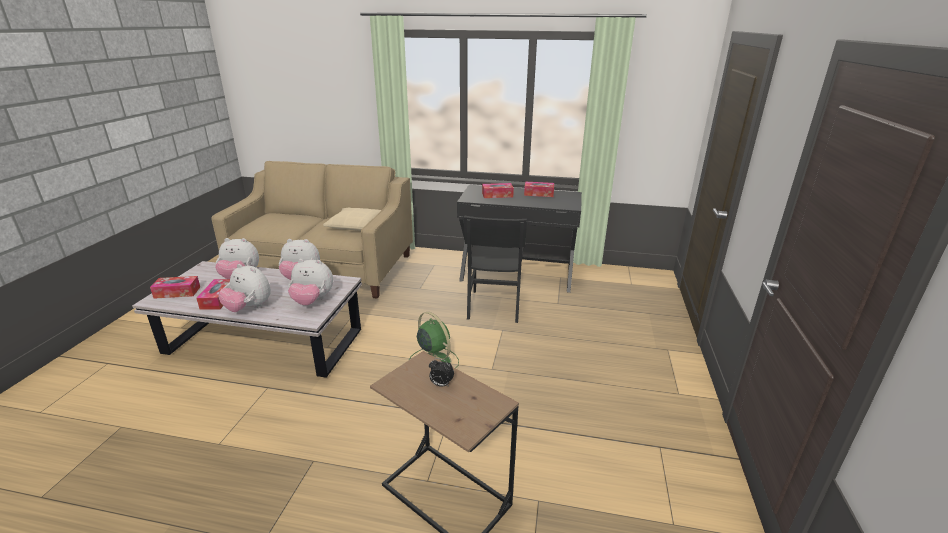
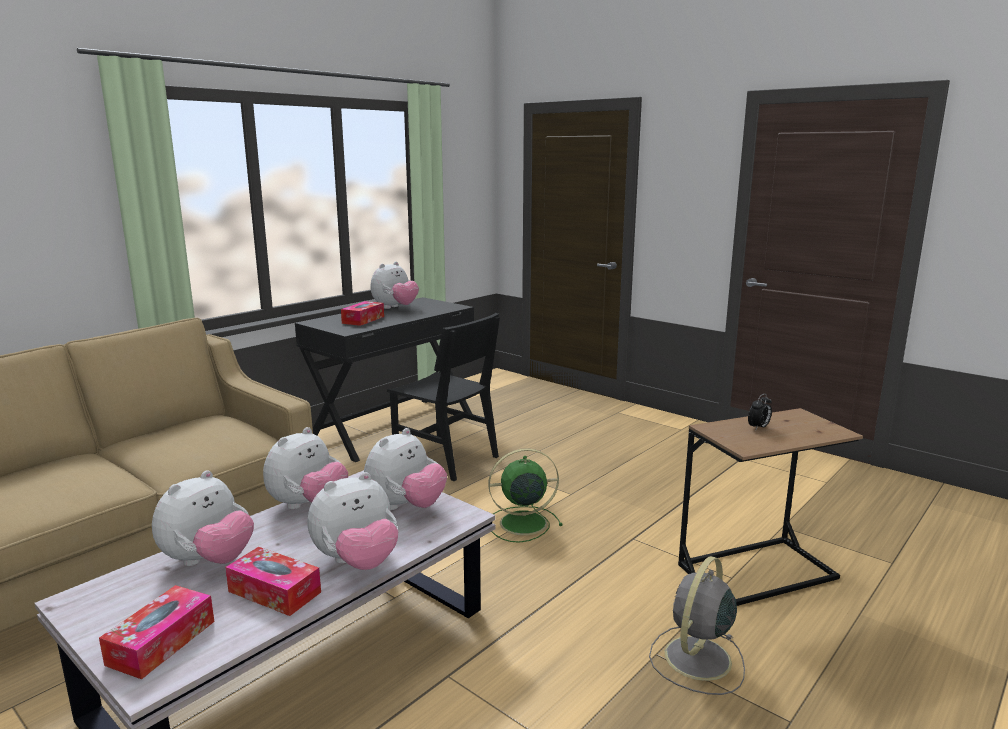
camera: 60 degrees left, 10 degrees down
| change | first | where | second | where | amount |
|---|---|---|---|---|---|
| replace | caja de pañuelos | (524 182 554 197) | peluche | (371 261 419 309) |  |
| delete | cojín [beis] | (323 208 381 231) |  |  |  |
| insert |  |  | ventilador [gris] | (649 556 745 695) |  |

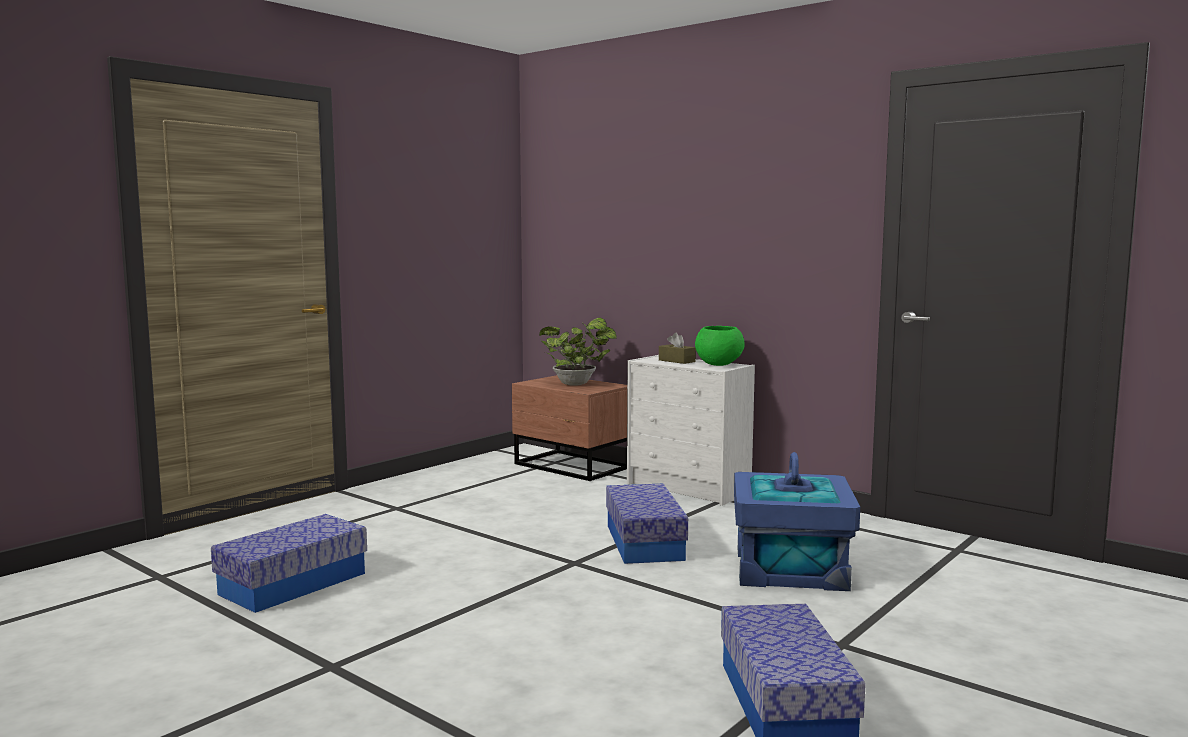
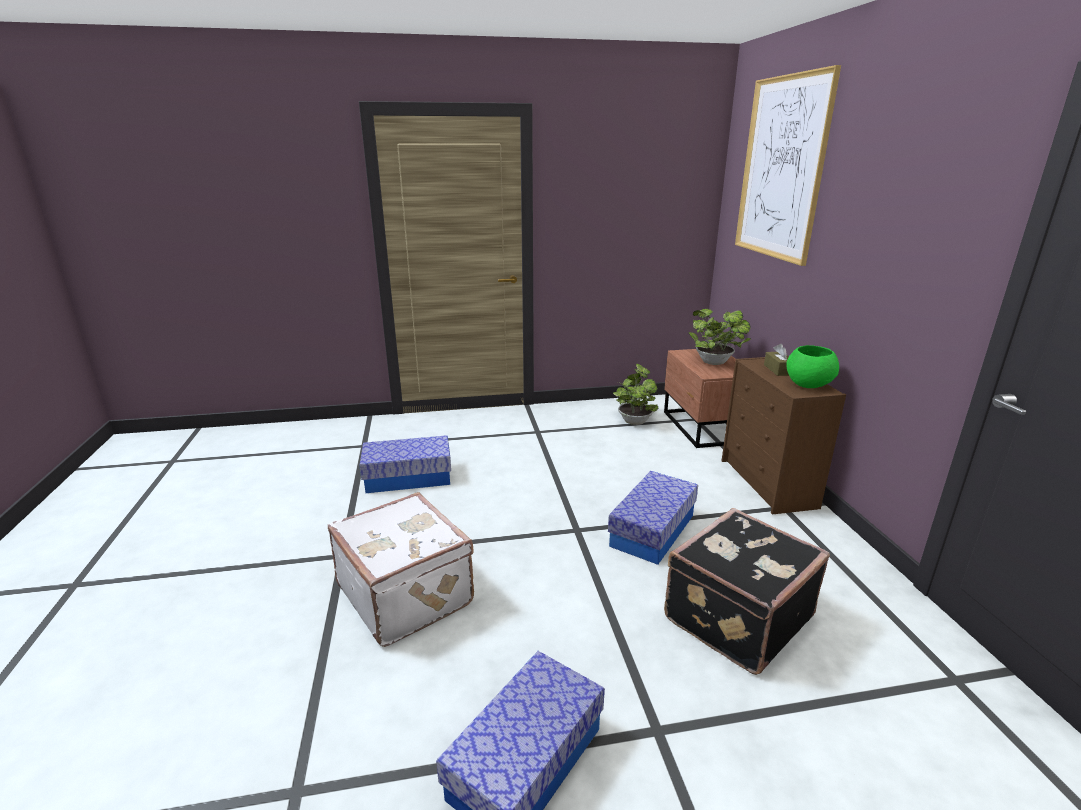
camera: 40 degrees right, 15 degrees up
| change | first | where | second | where | amount |
|---|---|---|---|---|---|
| recolor | cómoda [blanco] | (627 355 755 506) | cómoda [marrón] | (722 357 846 514) |  |
| replace | caja de almacenaje [azul] | (734 452 860 591) | maleta [negro] | (664 508 830 675) |  |
| insert |  |  | cuadro | (735 65 841 266) |  |
| insert |  |  | planta en maceta | (613 364 658 425) |  |
| insert |  |  | maleta [blanco] | (328 492 474 647) |  |

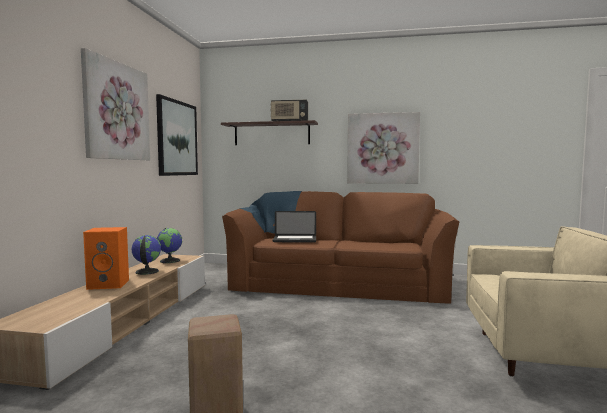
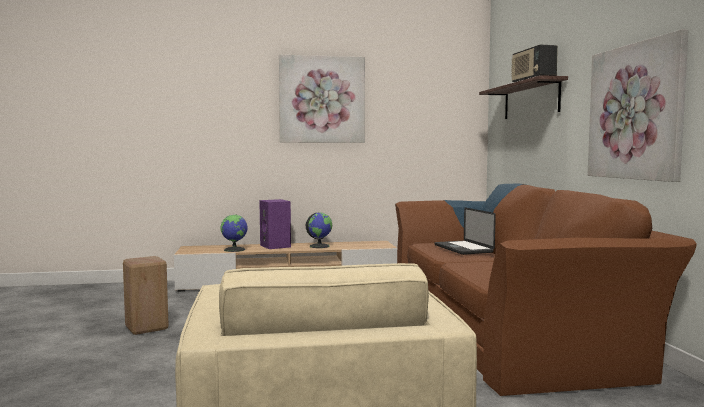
camera: 70 degrees right, 0 degrees up
| change | first | where | second | where | amount |
|---|---|---|---|---|---|
| delete | cuadro | (156 94 198 176) |  |  |  |
| recolor | altavoz [naranja] | (83 227 129 290) | altavoz [morado] | (259 199 291 249) |  |
| move | globo terráqueo | (157 228 182 263) |  | (220 214 248 252) |  |

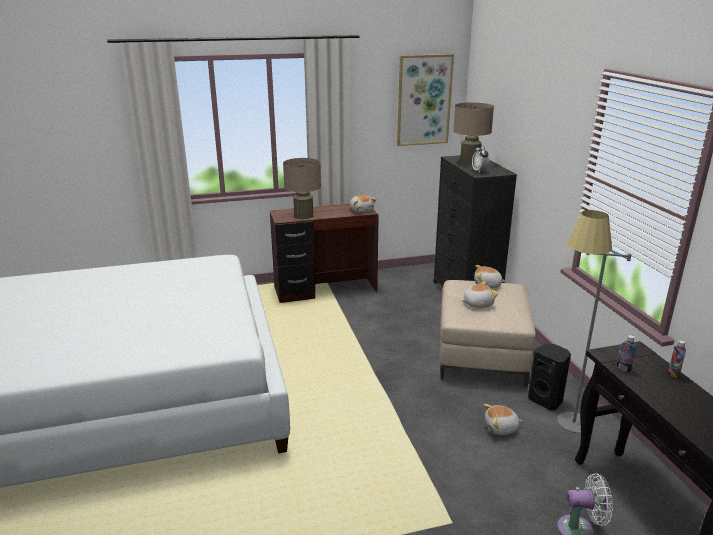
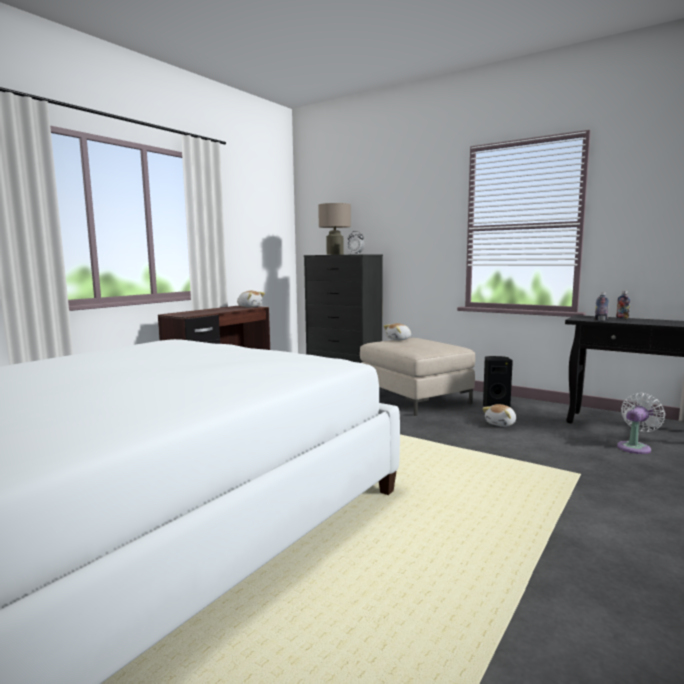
camera: 40 degrees left, 15 degrees down
| change | first | where | second | where | amount |
|---|---|---|---|---|---|
| delete | cuadro | (397 54 454 146) |  |  |  |
| delete | lámpara de mesa [beis] | (283 158 321 219) |  |  |  |
| delete | lámpara de pie [gris] | (557 210 632 433) |  |  |  |
| delete | peluche | (461 281 498 308) |  |  |  |

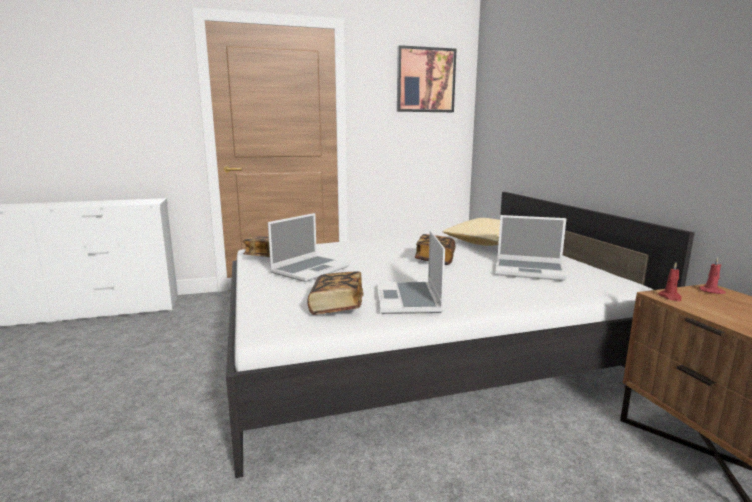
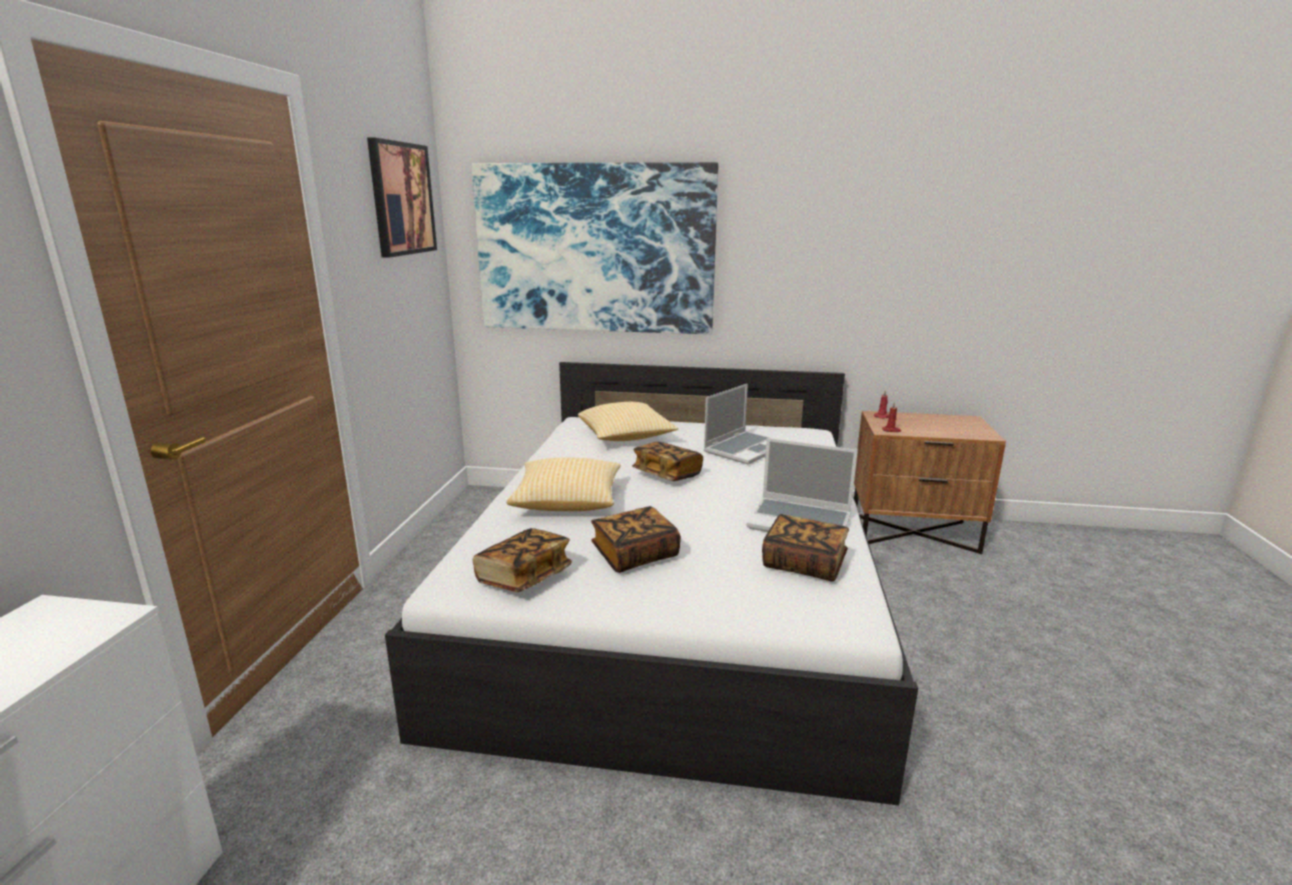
camera: 65 degrees left, 5 degrees up
| change | first | where | second | where | amount |
|---|---|---|---|---|---|
| replace | portátil | (268 213 349 282) | libro | (591 506 681 573) |  |
| insert |  |  | cuadro | (472 162 718 334) |  |
| insert |  |  | cojín | (507 457 621 511) |  |

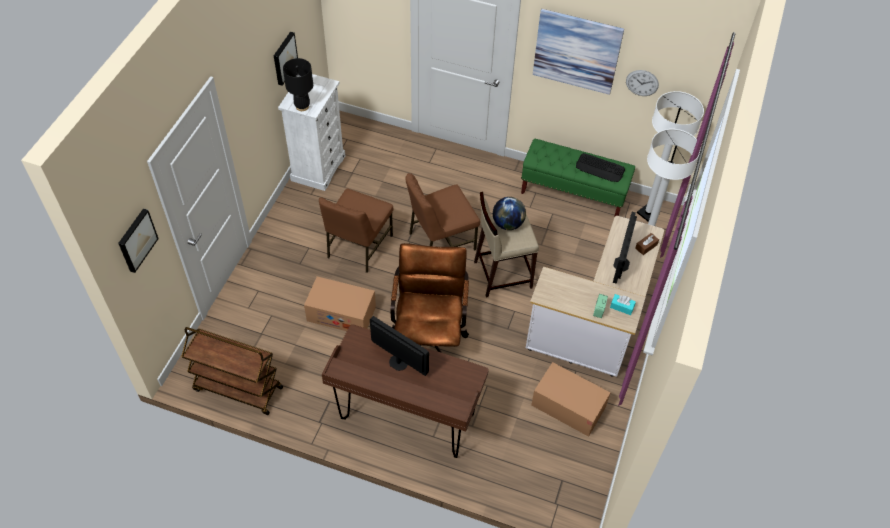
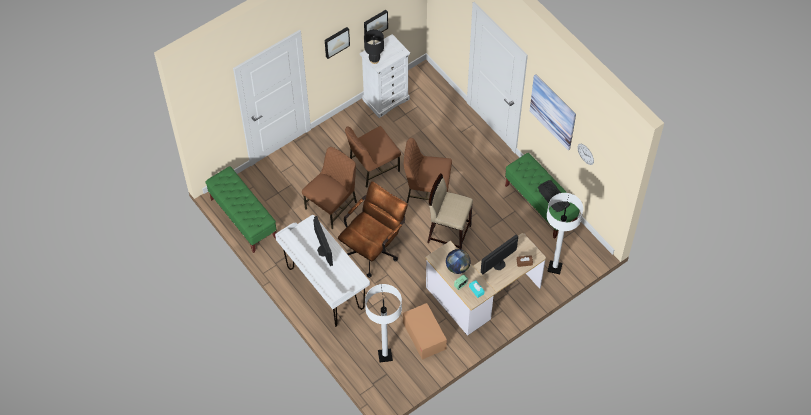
camera: 35 degrees right, 5 degrees up
| change | first | where | second | where | amount |
|---|---|---|---|---|---|
| move | lámpara de pie [blanco] | (637 91 704 222) |  | (365 284 402 362) |  |
| move | globo terráqueo | (493 197 526 230) |  | (446 249 470 274) |  |
| move | cuadro | (118 208 159 273) |  | (325 27 350 59) |  |
| replace | caja de cartón | (304 277 376 331) | silla [marrón] | (302 147 357 229) |  |
| recolor | escritorio [marrón] | (322 324 489 458) | escritorio [blanco] | (275 215 370 327) |  |
| replace | carrito [marrón] | (181 327 283 415) | banco [verde] | (205 166 277 253) |  |

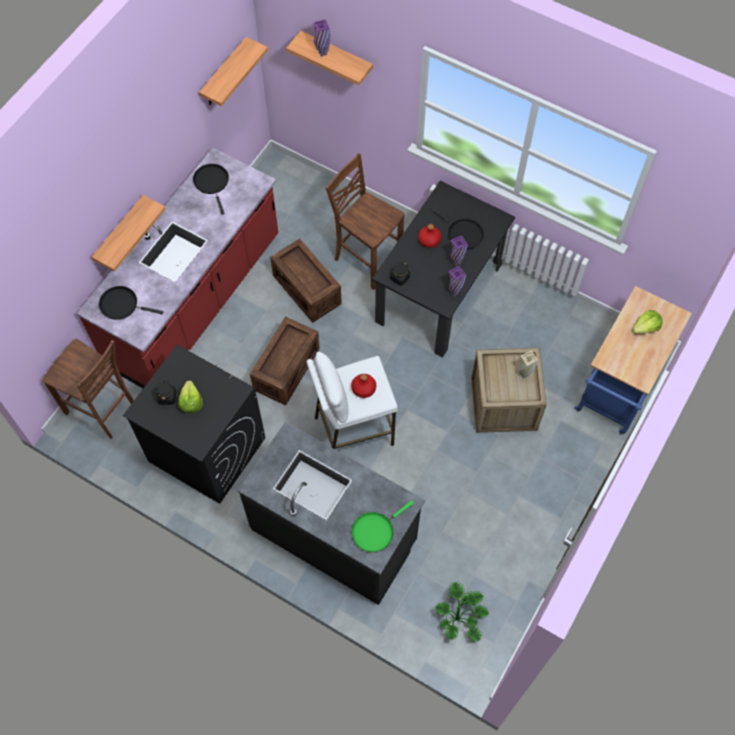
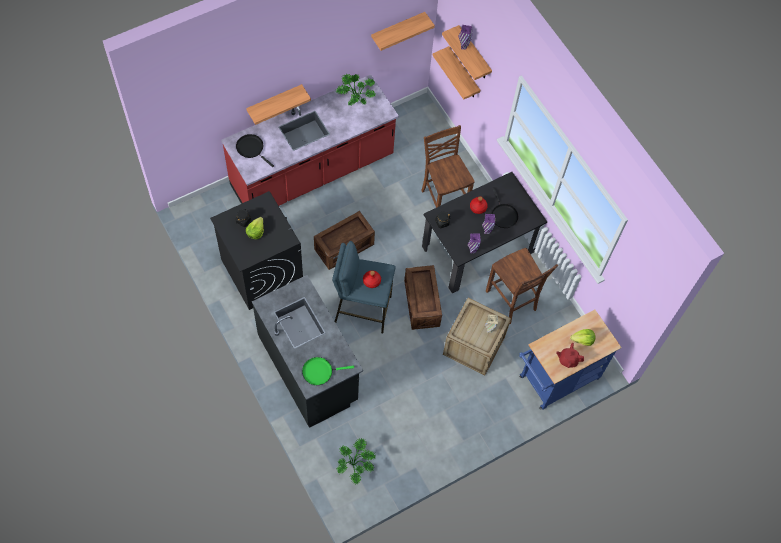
camera: 25 degrees right, 0 degrees up
| change | first | where | second | where | amount |
|---|---|---|---|---|---|
| replace | sartén [negro] | (193 164 229 214) | planta en maceta | (336 74 376 106) |  |
| move | caja de embalaje | (270 238 342 323) |  | (404 265 442 330) |  |
| move | silla [marrón] | (42 339 134 439) |  | (486 248 558 324) |  |
| recolor | taburete [blanco] | (306 352 398 449) | taburete [azul] | (332 241 396 333) |  |
| insert |  |  | estante | (433 46 480 100) |  |
| insert |  |  | tetera [rojo] | (556 343 584 368) |  |

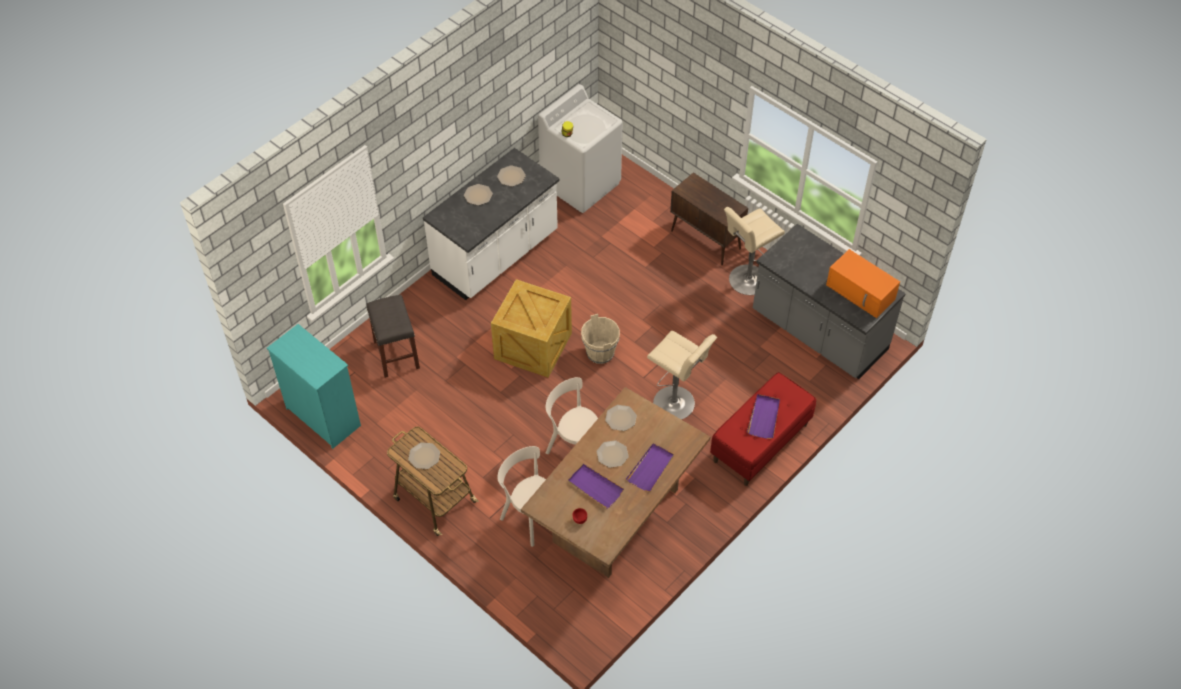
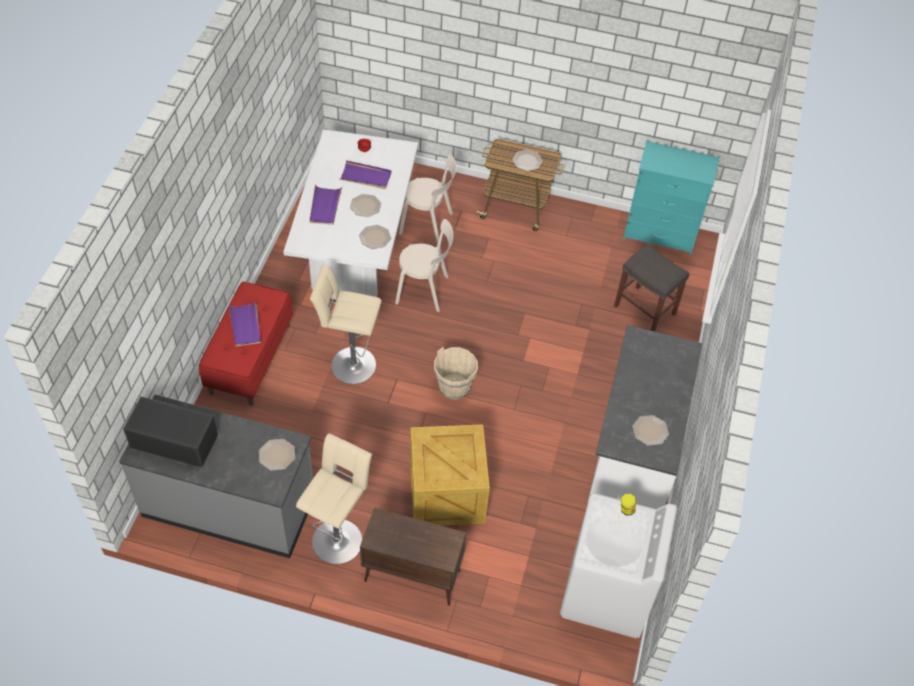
camera: 150 degrees right, 0 degrees up
| change | first | where | second | where | amount |
|---|---|---|---|---|---|
| move | plato | (464 184 493 205) |  | (259 439 295 471) |  |
| recolor | microondas [naranja] | (826 249 900 318) | microondas [negro] | (123 396 218 467) |  |
| move | caja de embalaje | (491 279 572 378) |  | (410 424 490 526) |  |
| recolor | mesa de comedor [marrón] | (521 387 710 578) | mesa de comedor [blanco] | (283 129 418 297) |  |

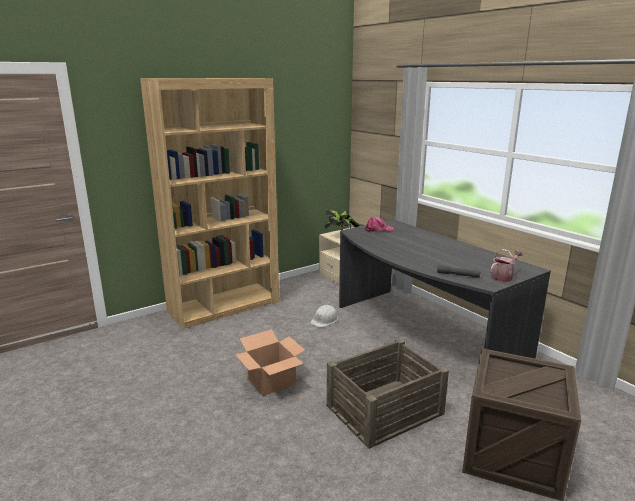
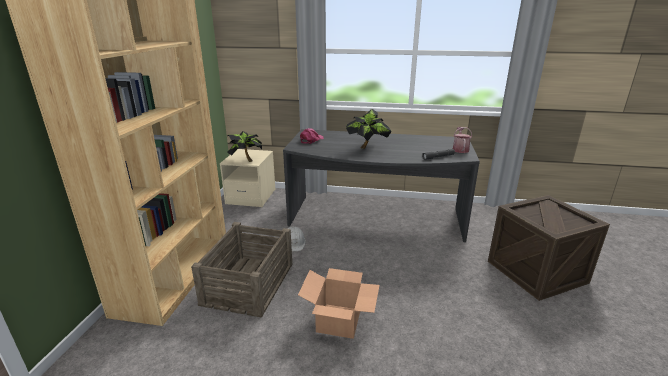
camera: 45 degrees left, 5 degrees up
| change | first | where | second | where | amount |
|---|---|---|---|---|---|
| move | caja de embalaje | (326 338 449 449) |  | (191 222 292 318) |  |
| insert |  |  | planta en maceta | (346 109 392 149) |  |

